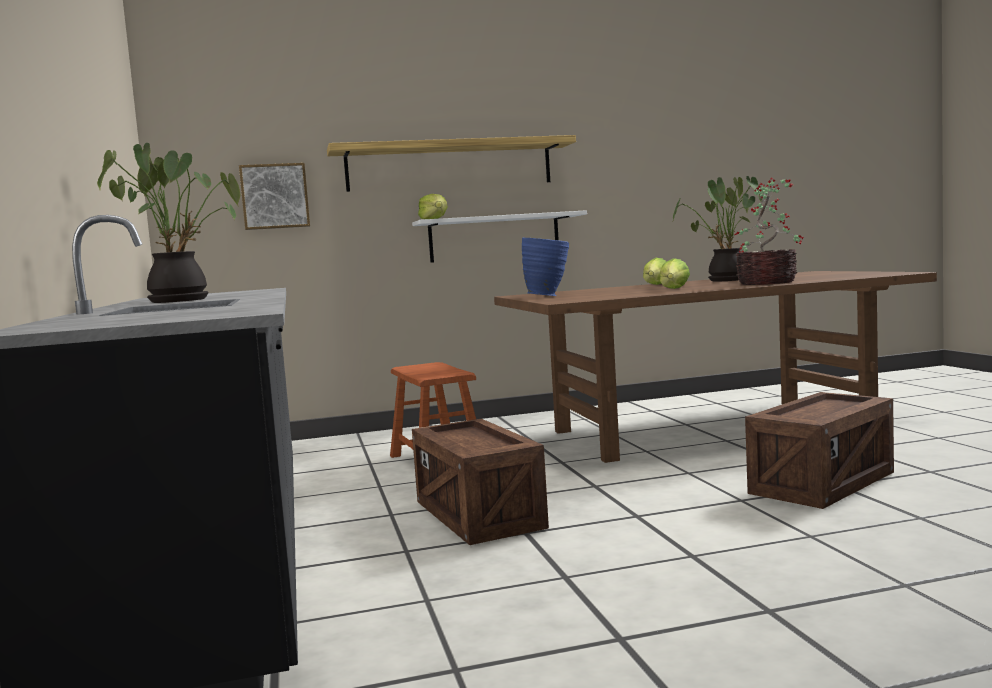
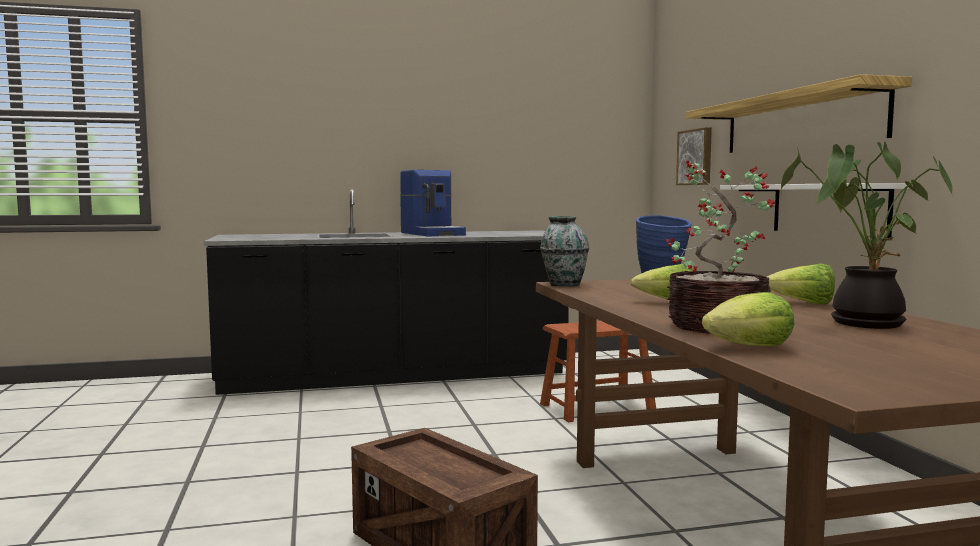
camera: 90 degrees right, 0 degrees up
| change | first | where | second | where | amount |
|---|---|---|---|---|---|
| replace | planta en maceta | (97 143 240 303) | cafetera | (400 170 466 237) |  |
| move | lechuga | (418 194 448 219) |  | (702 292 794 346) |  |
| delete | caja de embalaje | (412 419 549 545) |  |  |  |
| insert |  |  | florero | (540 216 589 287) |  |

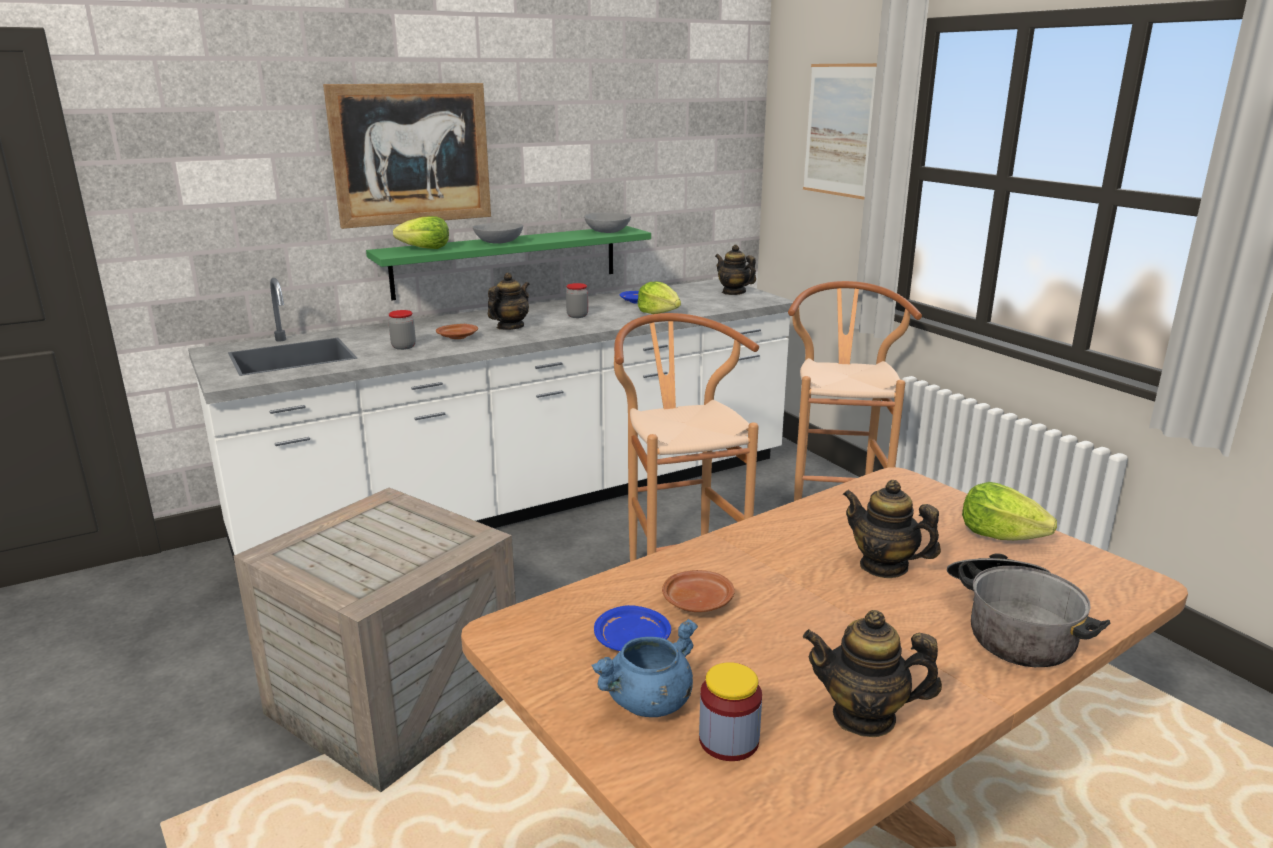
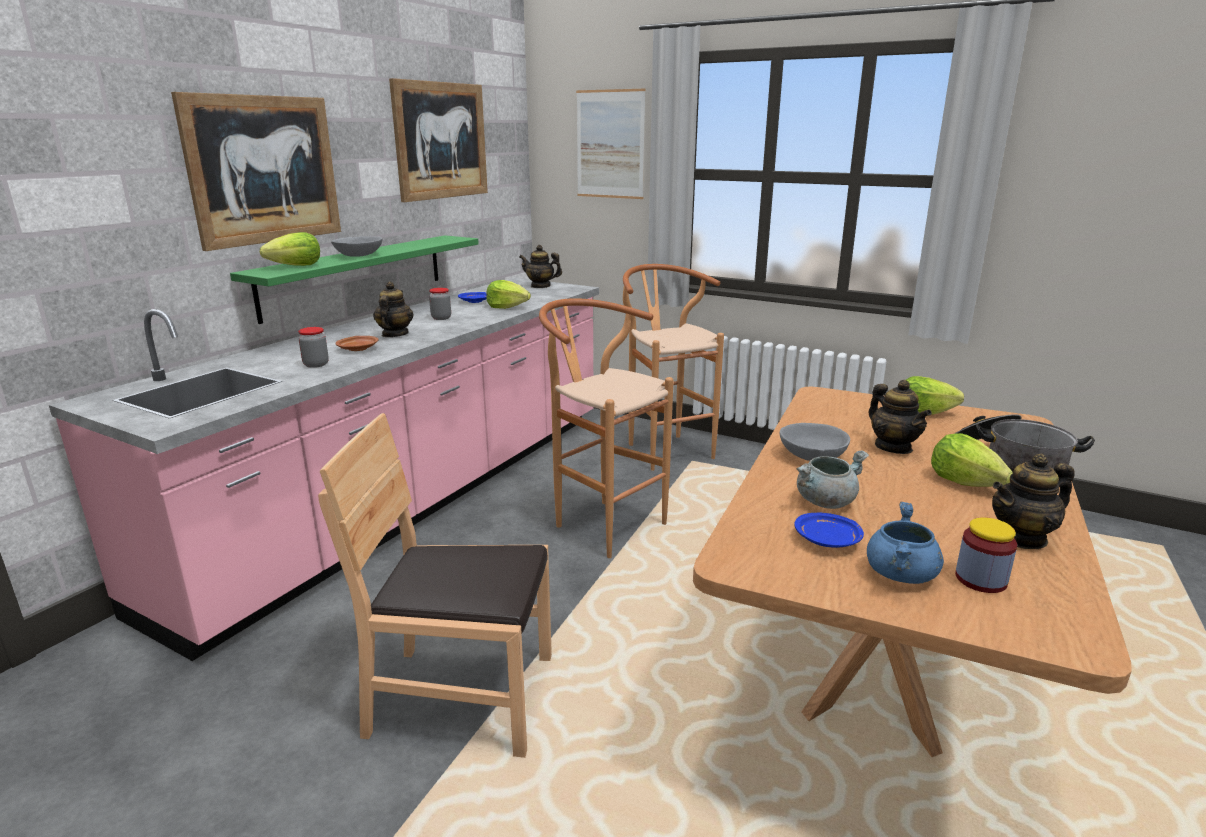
camera: 30 degrees left, 0 degrees up
| change | first | where | second | where | amount |
|---|---|---|---|---|---|
| move | cuenco [gris] | (584 213 631 233) |  | (779 423 850 461) |  |
| recolor | mueble bajo de cocina [blanco] | (188 278 794 563) | mueble bajo de cocina [rosa] | (49 277 599 661) |  |
| rotate | tetera | (843 480 941 578) |  | (869 380 932 454) | 120 degrees counterclockwise |
| replace | caja de embalaje | (233 487 516 792) | silla [marrón] | (318 413 552 758) |  |
| replace | plato [marrón] | (662 570 735 612) | olla [gris] | (797 450 869 509) |  |
| insert |  |  | cuadro | (389 78 488 202) |  |
| insert |  |  | lechuga | (931 433 1013 487) |  |

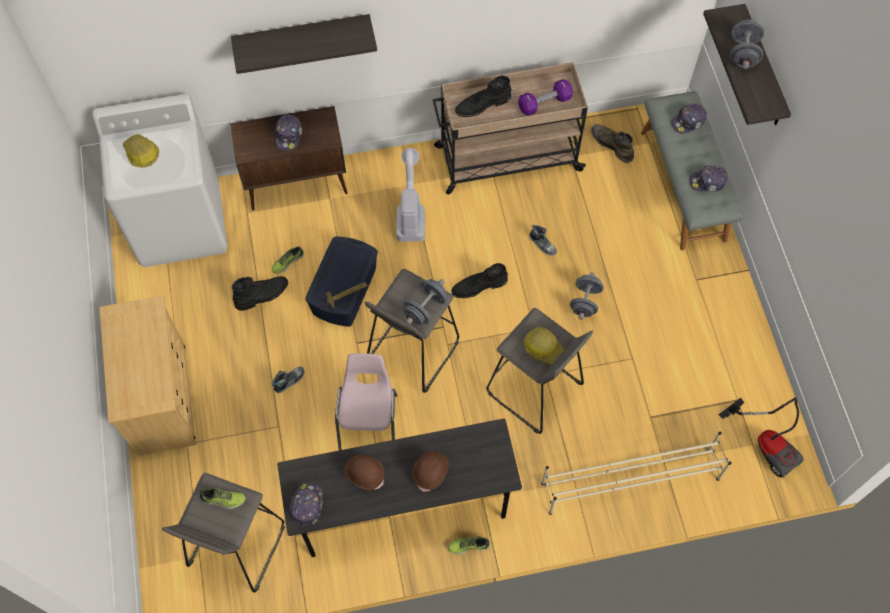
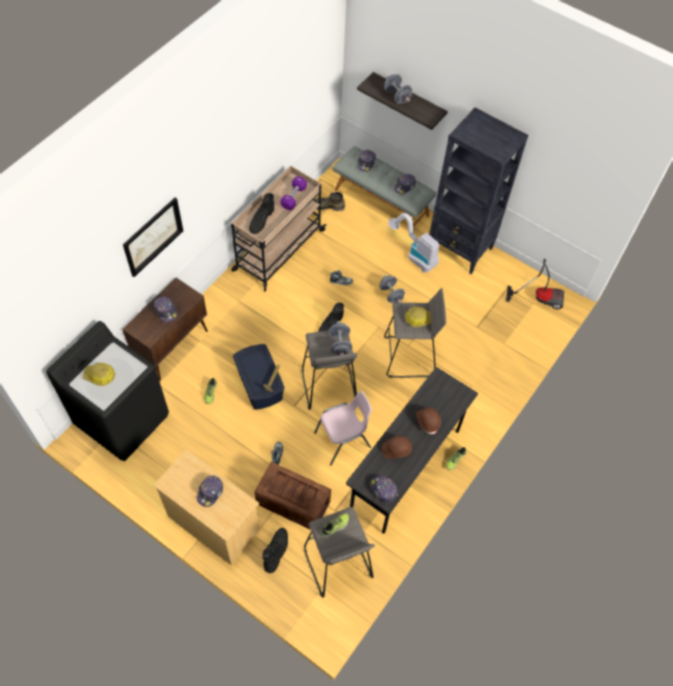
camera: 45 degrees left, 5 degrees down
| change | first | where | second | where | amount |
|---|---|---|---|---|---|
| replace | estante | (231 14 377 74) | cuadro | (123 198 183 277) |  |
| recolor | lavadora [blanco] | (92 94 228 267) | lavadora [negro] | (46 321 169 461) |  |
| move | aspiradora | (396 147 425 242) |  | (388 213 439 273) |  |
| move | bota [negro] | (232 276 288 311) |  | (262 528 288 573) |  |
| rotate | silla [rosa] | (335 353 397 450) |  | (314 391 372 466) | 105 degrees clockwise |
| delete | zapatero [beis] | (541 432 732 515) |  |  |  |
| insert |  |  | estantería [negro] | (429 108 528 274) |  |
| insert |  |  | caja de embalaje | (254 462 331 529) |  |
| insert |  |  | gorra | (197 475 223 507) |  |

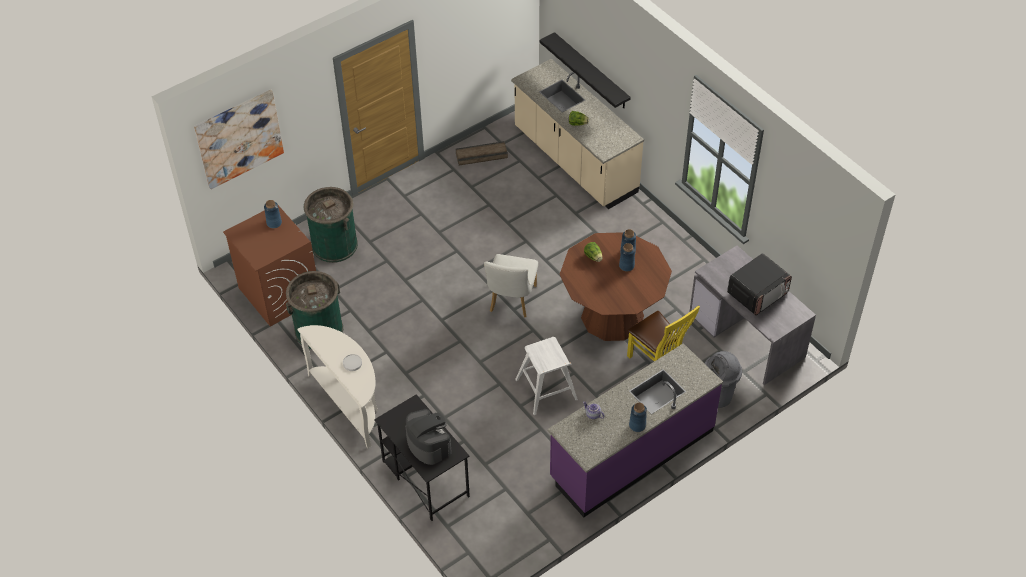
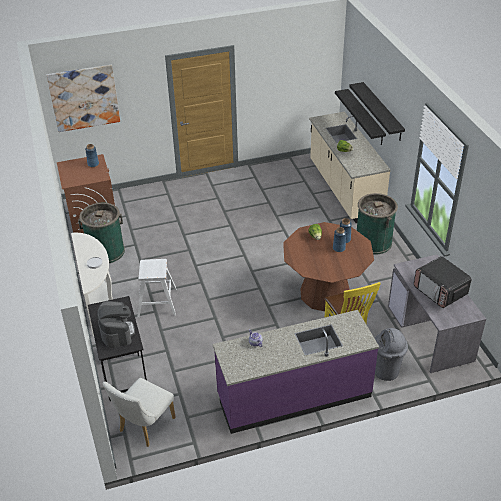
camera: 20 degrees right, 10 degrees down
| change | first | where | second | where | amount |
|---|---|---|---|---|---|
| delete | caja de embalaje | (456 141 508 165) |  |  |  |
| move | papelera [verde] | (304 187 358 263) |  | (357 193 398 255) |  |
| rotate | microondas | (727 253 792 315) |  | (414 256 472 308) | 75 degrees clockwise |
| move | silla [blanco] | (484 254 538 318) |  | (103 378 176 447) |  |
| move | taburete [blanco] | (515 337 578 415) |  | (138 259 177 317) |  |
| delete | florero [azul] | (629 403 647 432) |  |  |  |
| insert |  |  | estante [negro] | (349 82 405 141) |  |

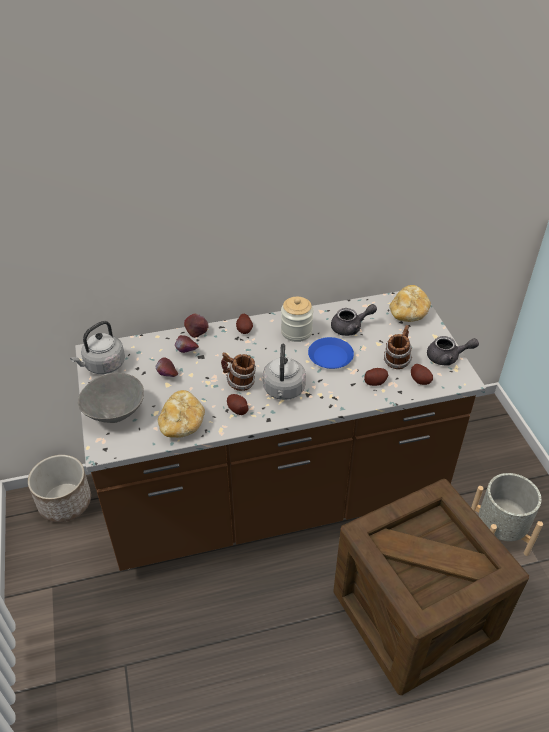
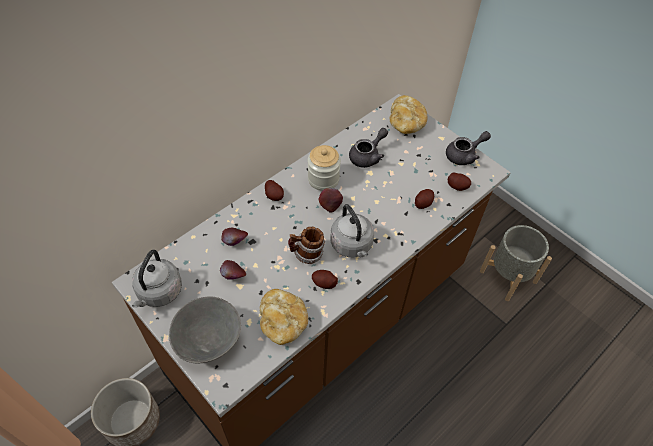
camera: 30 degrees left, 10 degrees up
| change | first | where | second | where | amount |
|---|---|---|---|---|---|
| move | manzana | (184 313 209 338) |  | (318 188 343 213) |  |
| delete | taza grande | (384 325 412 369) |  |  |  |
| delete | plato [azul] | (308 337 354 369) |  |  |  |
| delete | caja de embalaje | (333 479 529 695) |  |  |  |

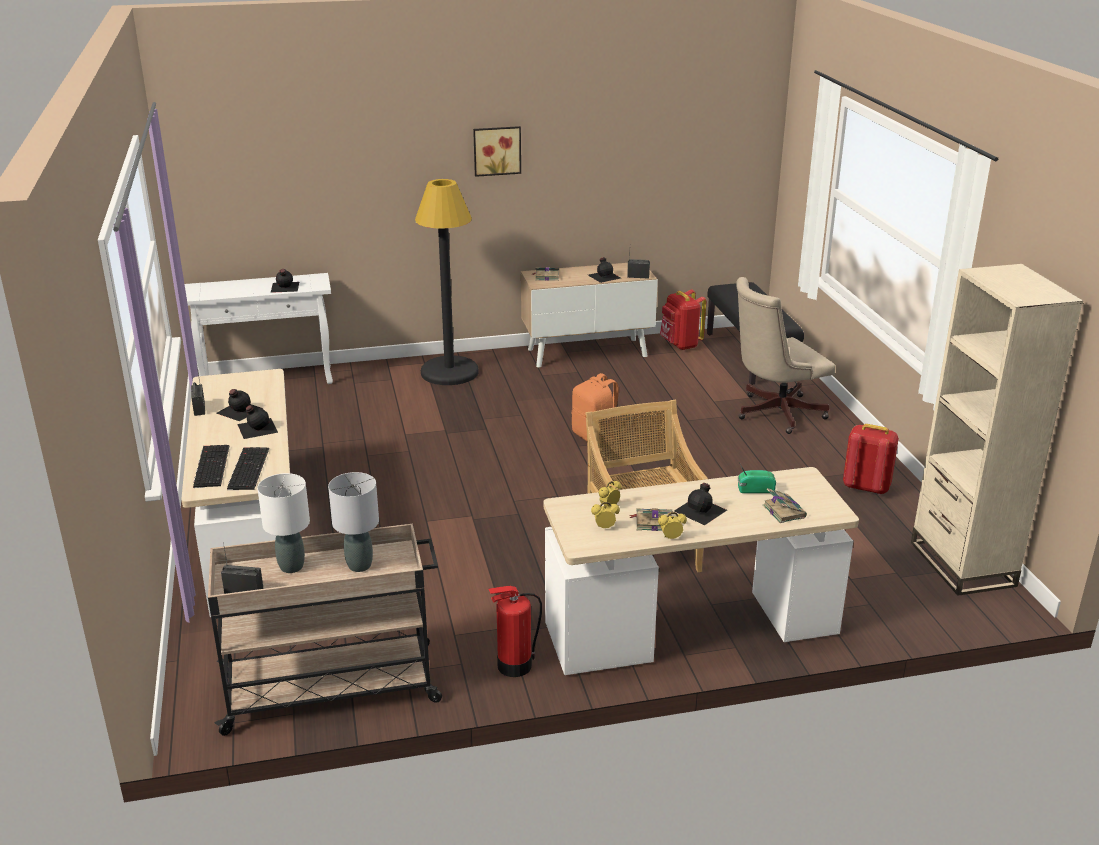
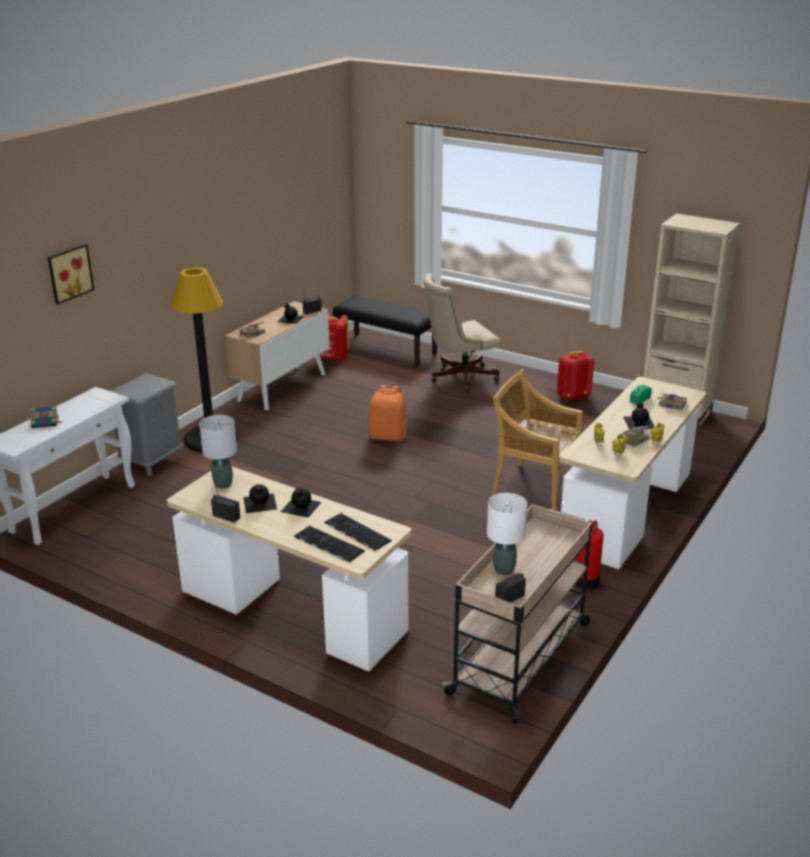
camera: 45 degrees left, 0 degrees up
| change | first | where | second | where | amount |
|---|---|---|---|---|---|
| move | cuadro | (473 126 521 177) |  | (48 244 95 304) |  |
| delete | botella [negro] | (271 269 299 293) |  |  |  |
| rotate | silla de oficina [beis] | (736 277 835 434) |  | (424 274 501 392) | 45 degrees clockwise |
| move | lámpara de mesa [gris] | (328 472 379 572) |  | (199 415 237 489) |  |
| insert |  |  | mesita de noche [gris] | (111 373 183 477) |  |
| insert |  |  | libro | (30 406 62 428) |  |

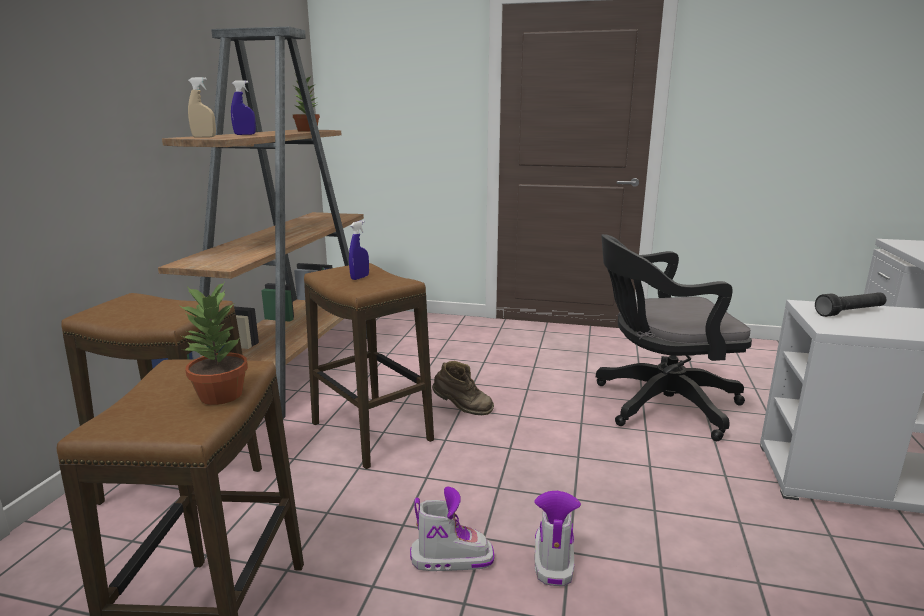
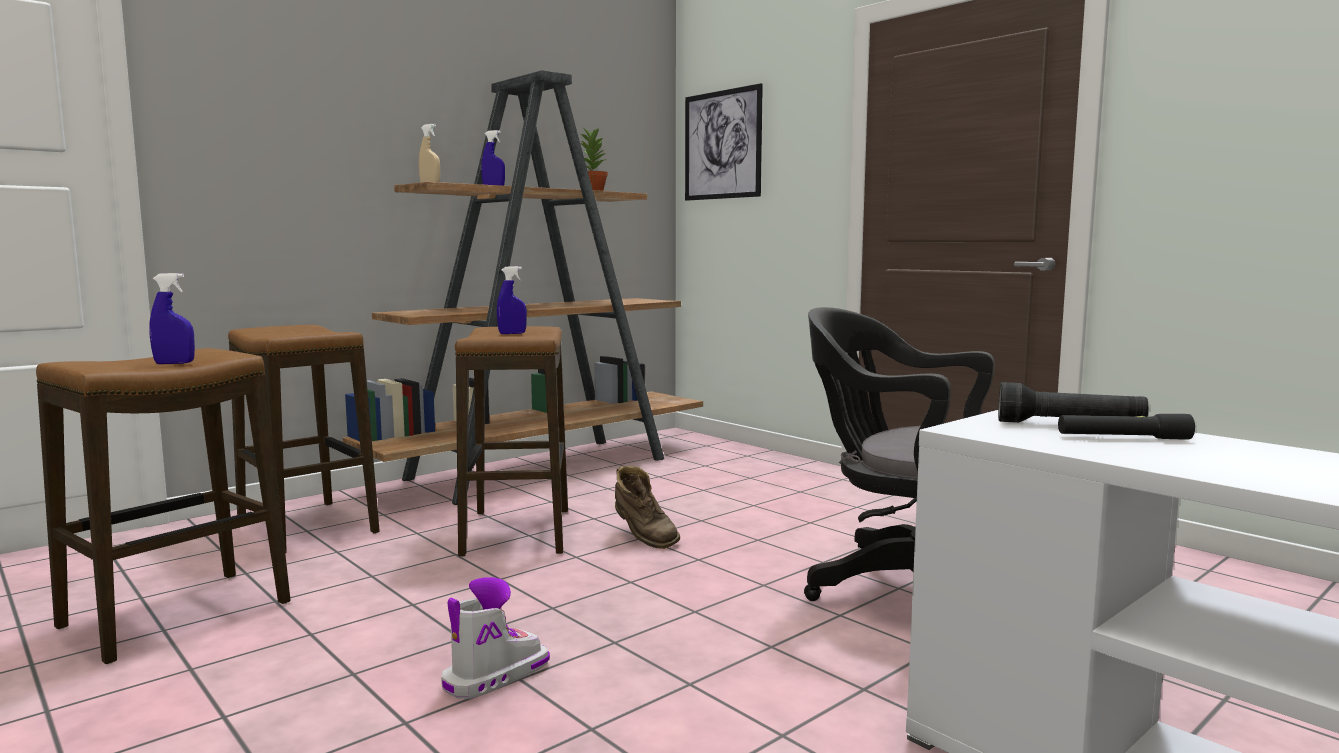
camera: 35 degrees right, 10 degrees down
| change | first | where | second | where | amount |
|---|---|---|---|---|---|
| replace | planta en maceta | (180 280 248 405) | pulverizador [azul] | (149 273 195 364) |  |
| delete | bota | (410 487 494 571) |  |  |  |
| insert |  |  | cuadro | (685 83 763 201) |  |
| insert |  |  | linterna [negro] | (1058 414 1195 440) |  |

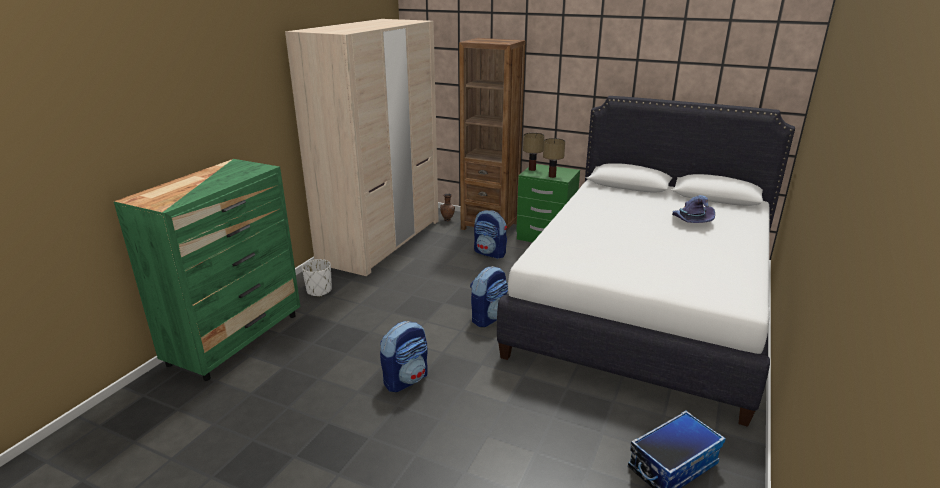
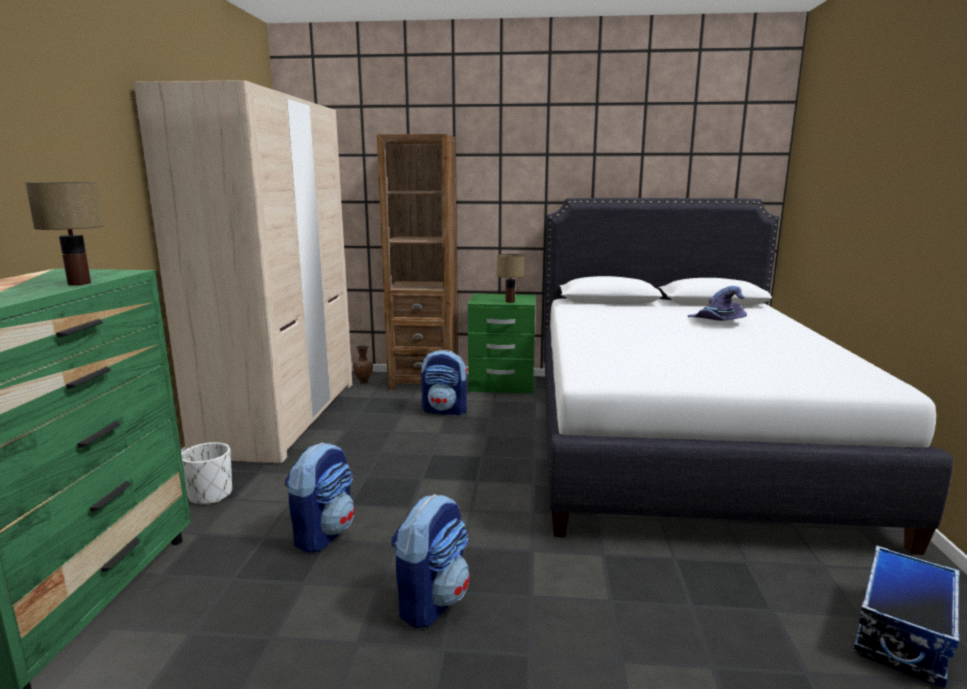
camera: 20 degrees left, 10 degrees down
| change | first | where | second | where | amount |
|---|---|---|---|---|---|
| move | lámpara de mesa | (523 133 544 171) |  | (25 182 103 285) |  |
| move | mochila | (470 266 508 327) |  | (285 442 355 553) |  |

